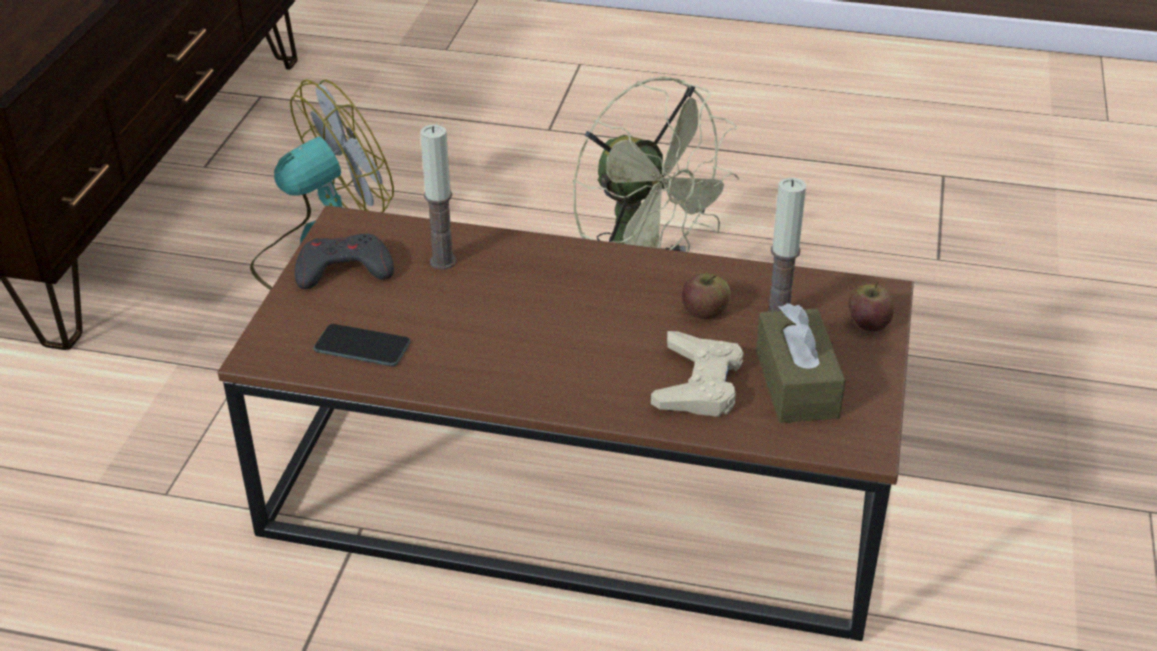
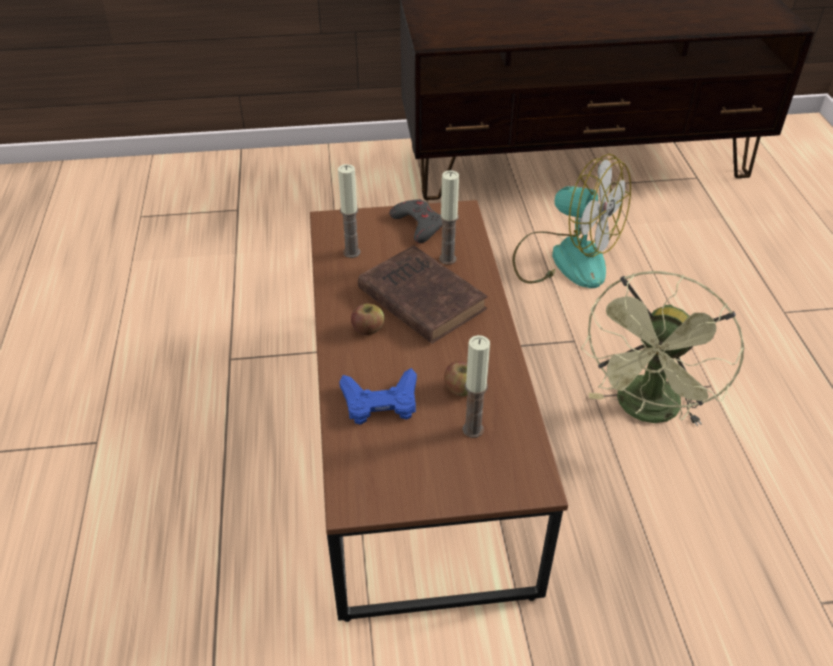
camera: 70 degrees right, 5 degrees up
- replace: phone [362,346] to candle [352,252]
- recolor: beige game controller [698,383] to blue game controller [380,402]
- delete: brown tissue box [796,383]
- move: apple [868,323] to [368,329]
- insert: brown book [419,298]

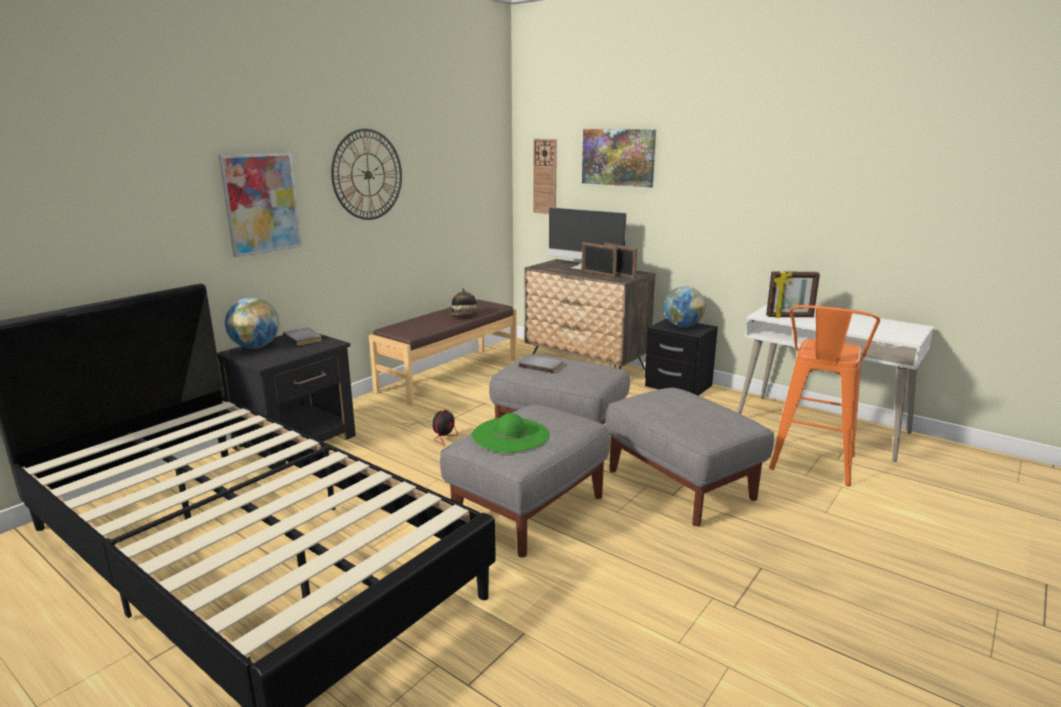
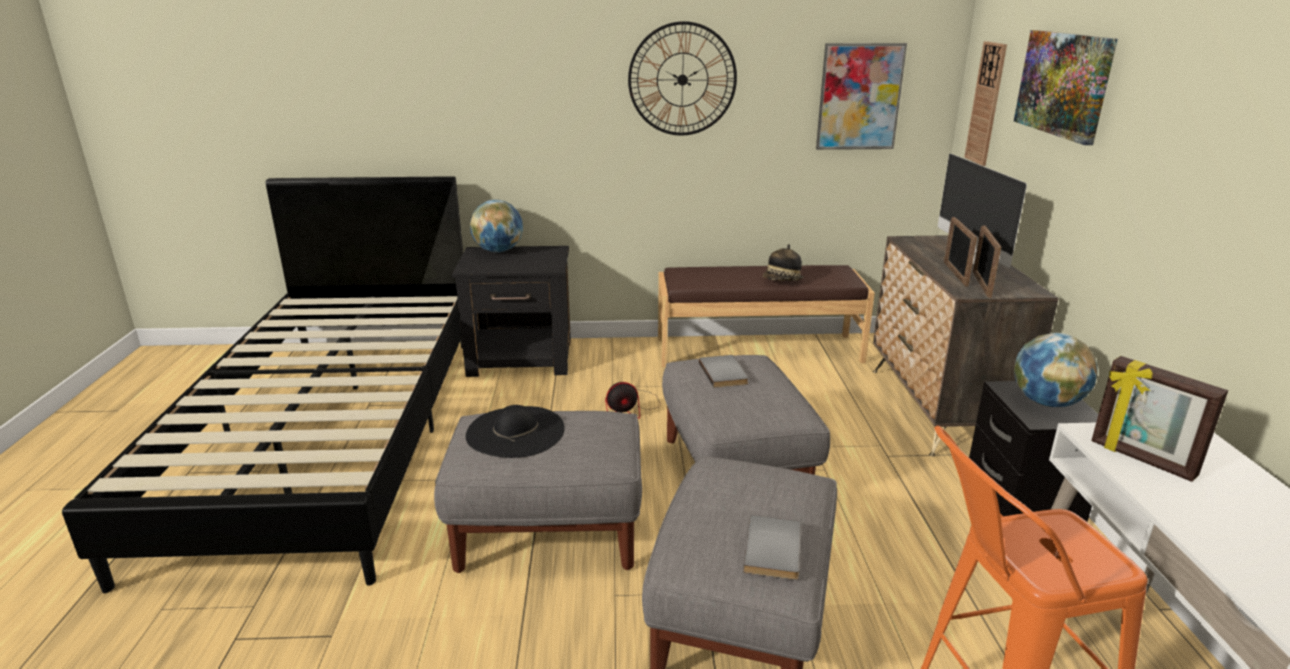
camera: 50 degrees right, 5 degrees up
- move: picture [261,203] to [859,97]
- move: grey book [304,338] to [776,550]
- recolor: green hat [510,435] to black hat [515,431]

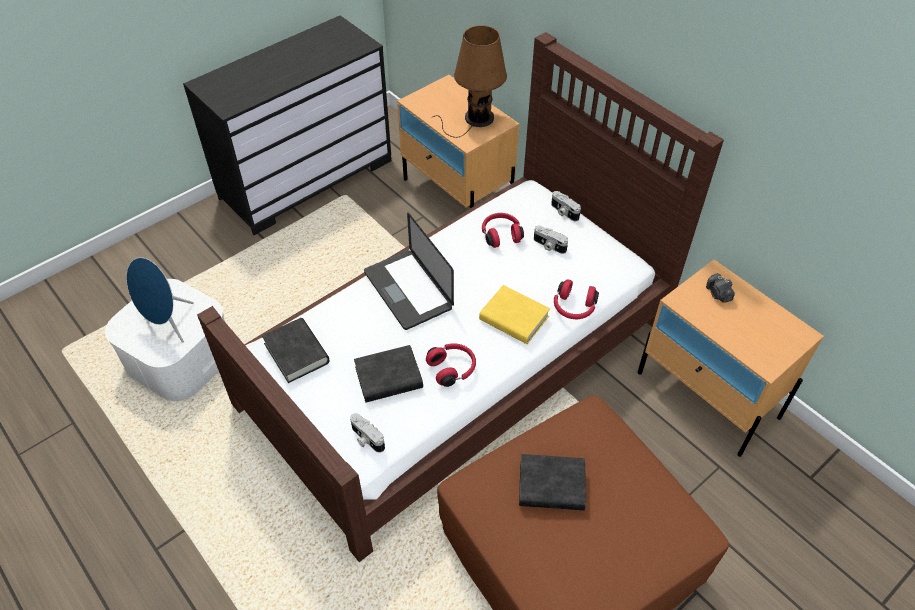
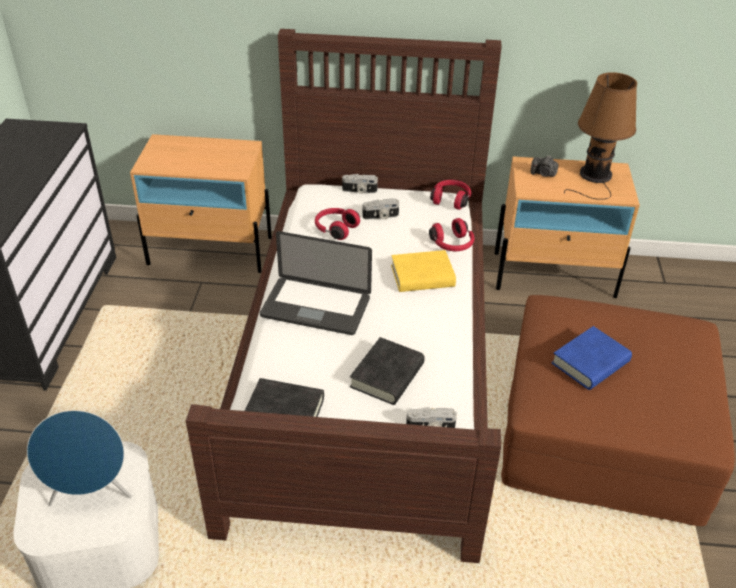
camera: 45 degrees left, 10 degrees down
- move: red headphones [452,368] to [451,200]
- move: brown table lamp [476,119] to [595,176]
- recolor: black book [551,486] to blue book [590,363]

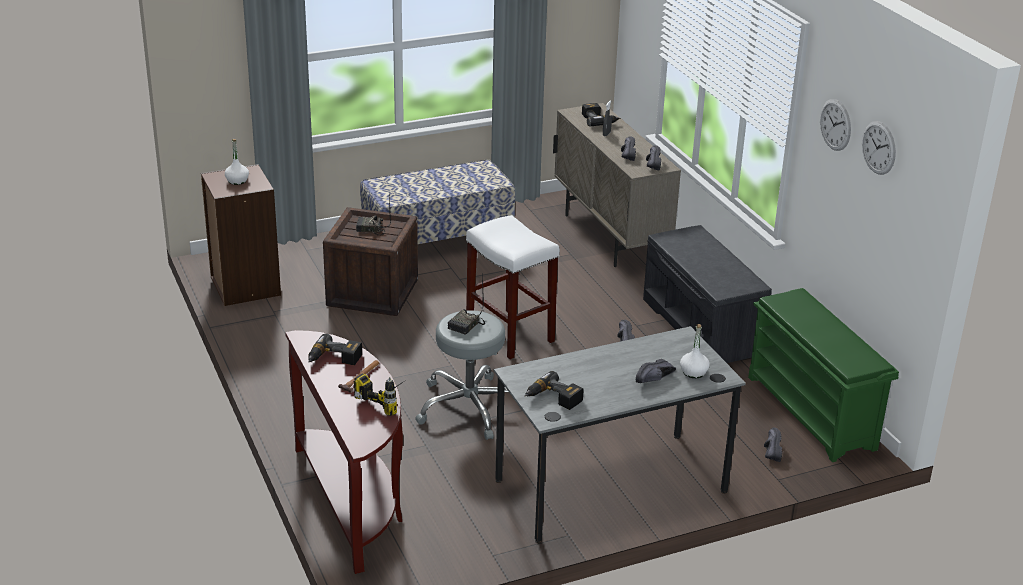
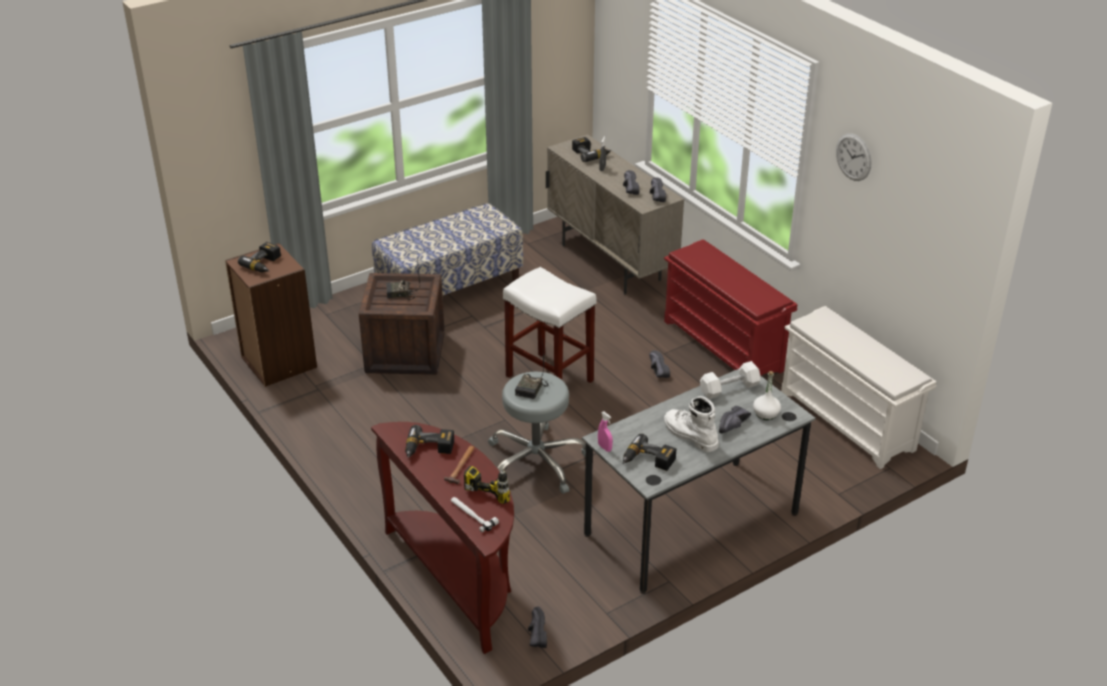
camera: 10 degrees left, 5 degrees up
- replace: white bottle [237,181] to power drill [265,264]
- replace: grey bench [702,326] to red shoe rack [724,346]
- recolor: green shoe rack [812,413] to white shoe rack [848,421]
- move: black shoe [770,450] to [535,633]
- delete: wall clock [878,147]
- insert: hammer [472,515]
- insert: pink spray bottle [604,447]
- insert: white boot [689,435]
- insert: white dumbbell [729,388]

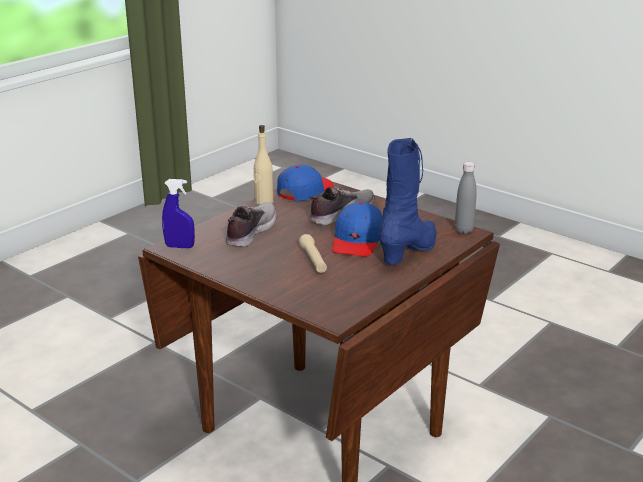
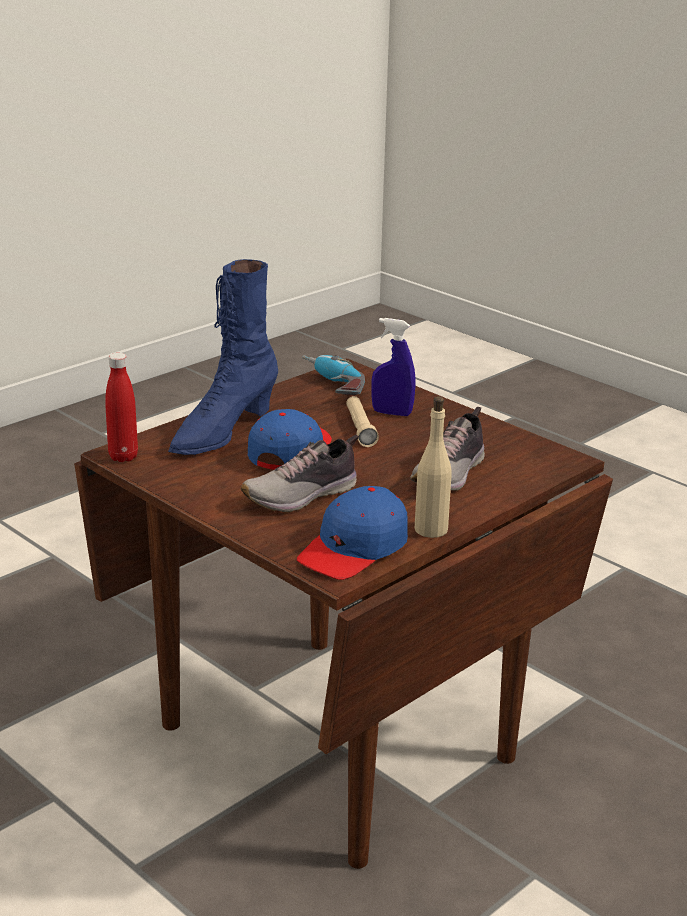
camera: 175 degrees left, 0 degrees up
- move: blue spray bottle [180,246] to [392,413]
- recolor: grey bottle [463,230] to red bottle [123,457]
- insert: power drill [331,386]

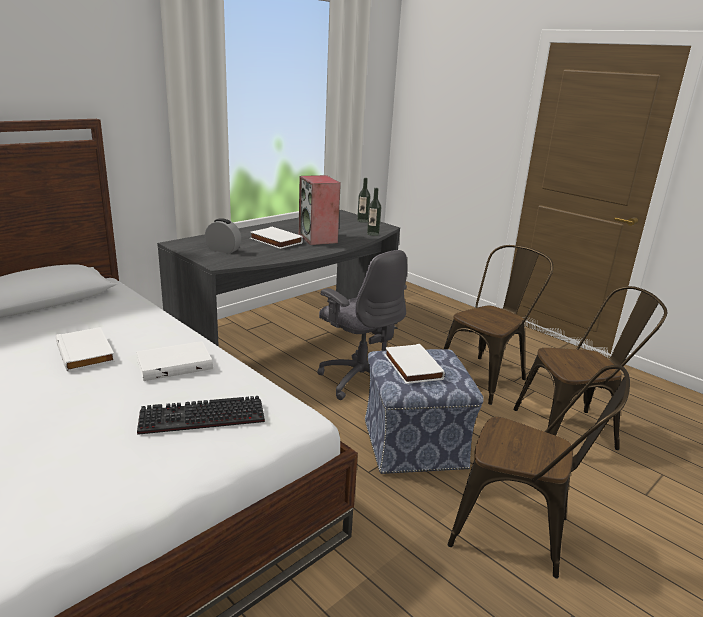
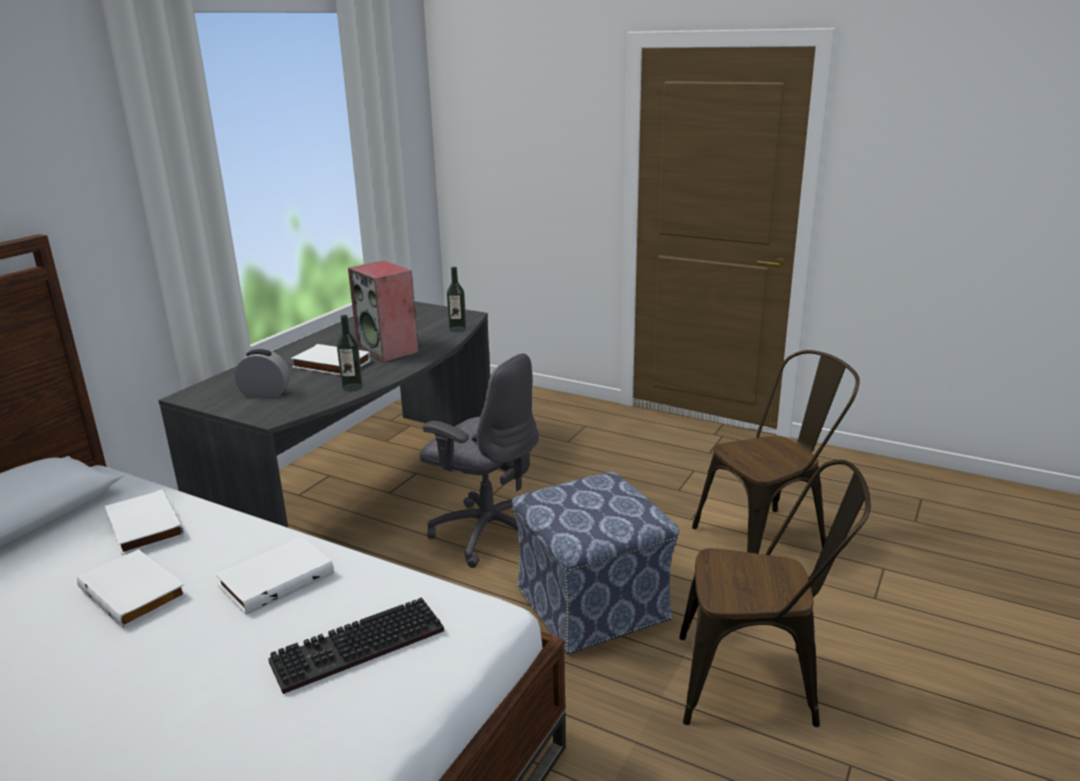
camera: 15 degrees left, 0 degrees up
- move: bottle [363,221] to [352,387]
- move: white book [411,367] to [142,527]
- delete: brown chair [486,376]

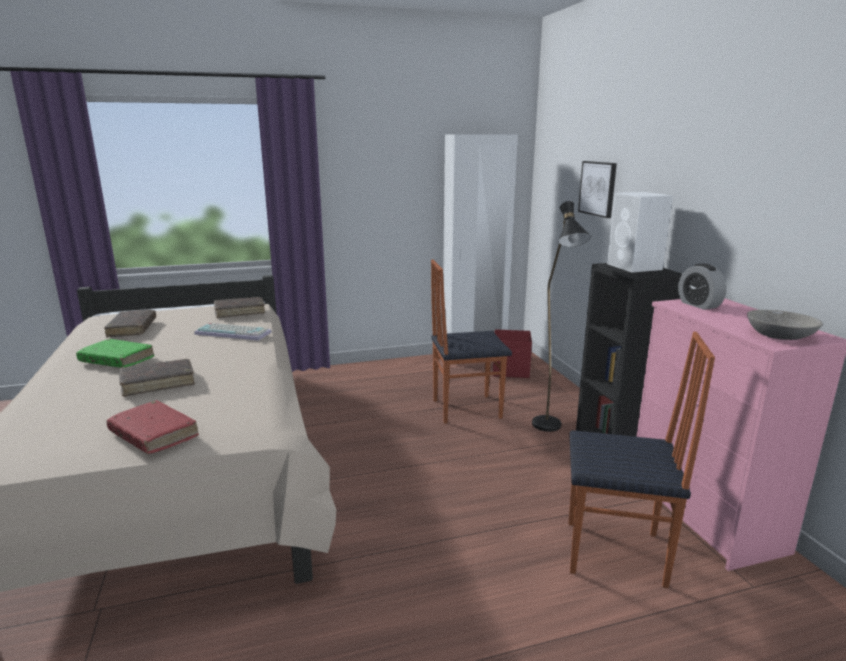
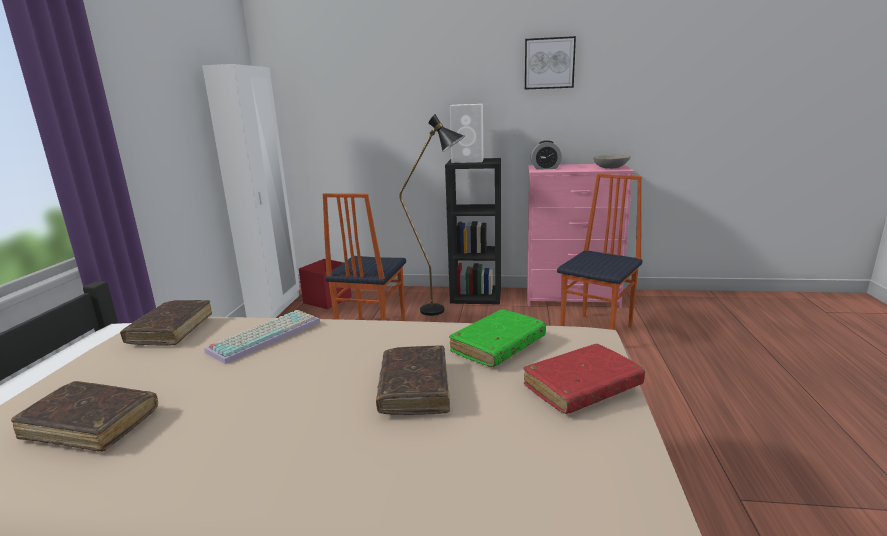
camera: 65 degrees left, 0 degrees up
- move: green book [117,360] to [498,346]
- move: picture [598,188] to [549,63]

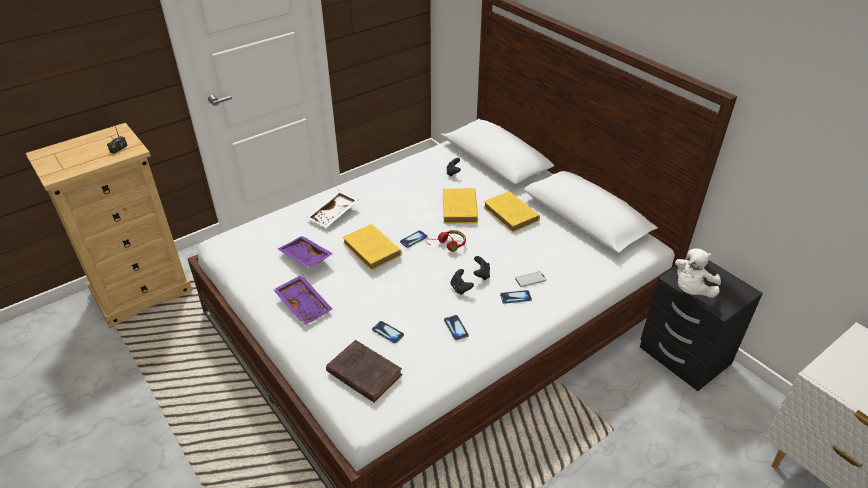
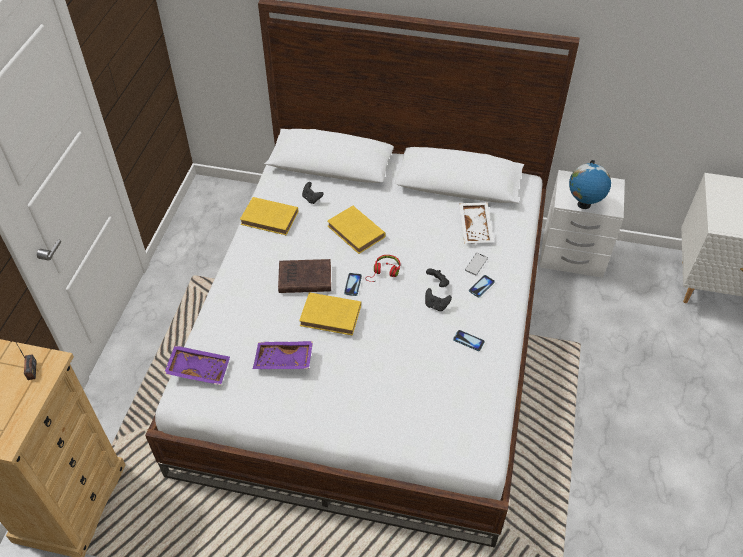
camera: 40 degrees left, 10 degrees up
- move: purple tray [304,305] to [199,368]
- move: white tray [334,214] to [476,227]
- move: brown book [363,373] to [303,279]
- delete: phone [388,332]
- move: yellow book [512,215] to [271,218]
- recolor: black nightstand [684,356] to white nightstand [572,255]
- replace: white plush toy [691,290] to globe [583,205]

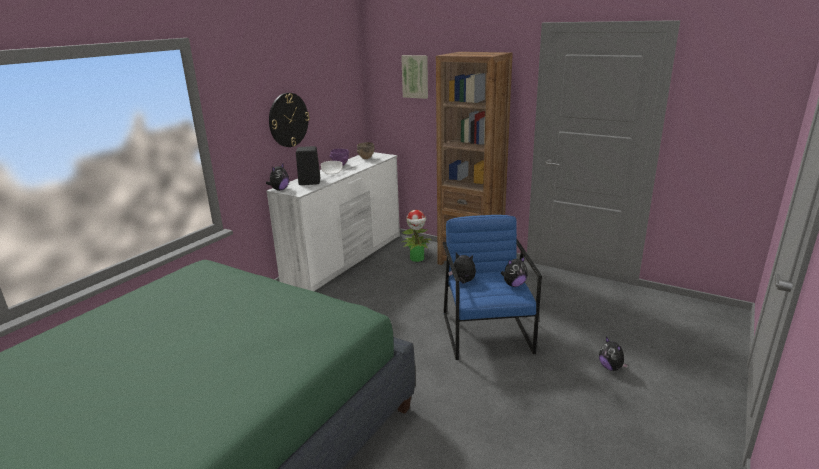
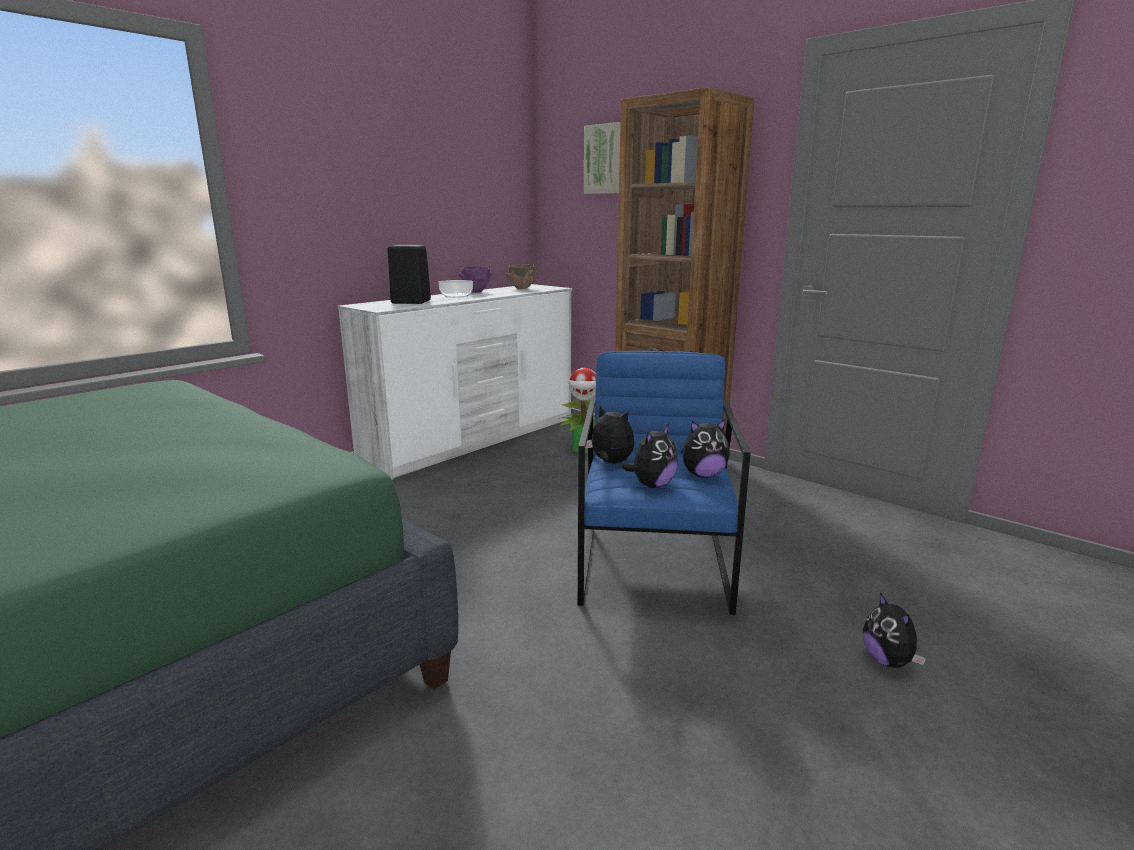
camera: 10 degrees right, 5 degrees down
- move: plush toy [279,189] to [652,485]
- delete: wall clock [288,120]

